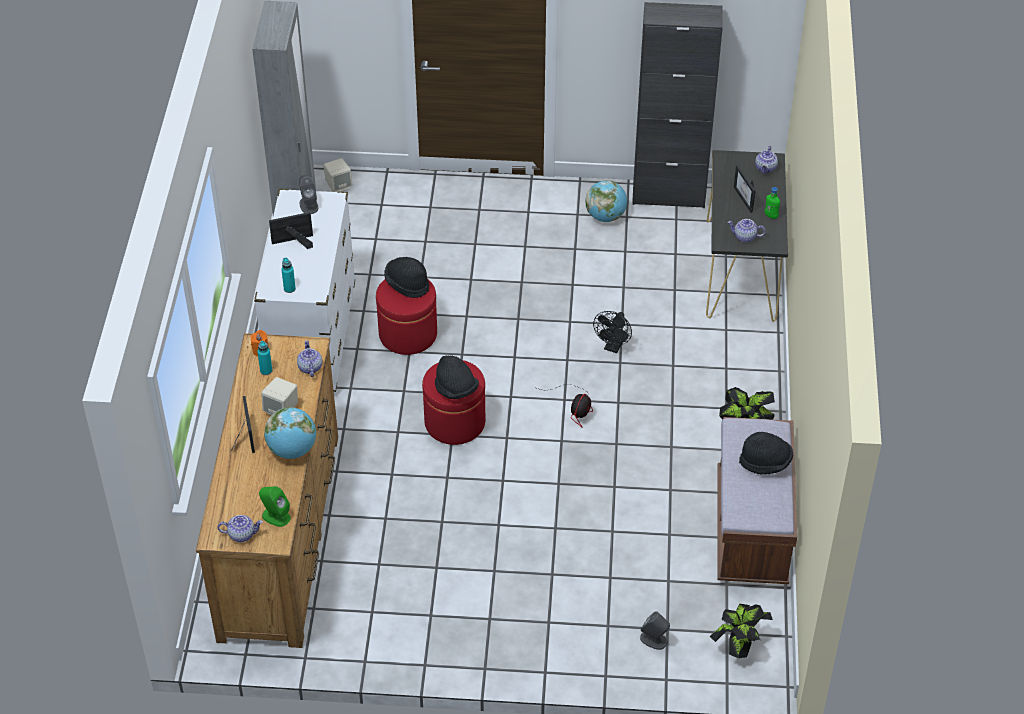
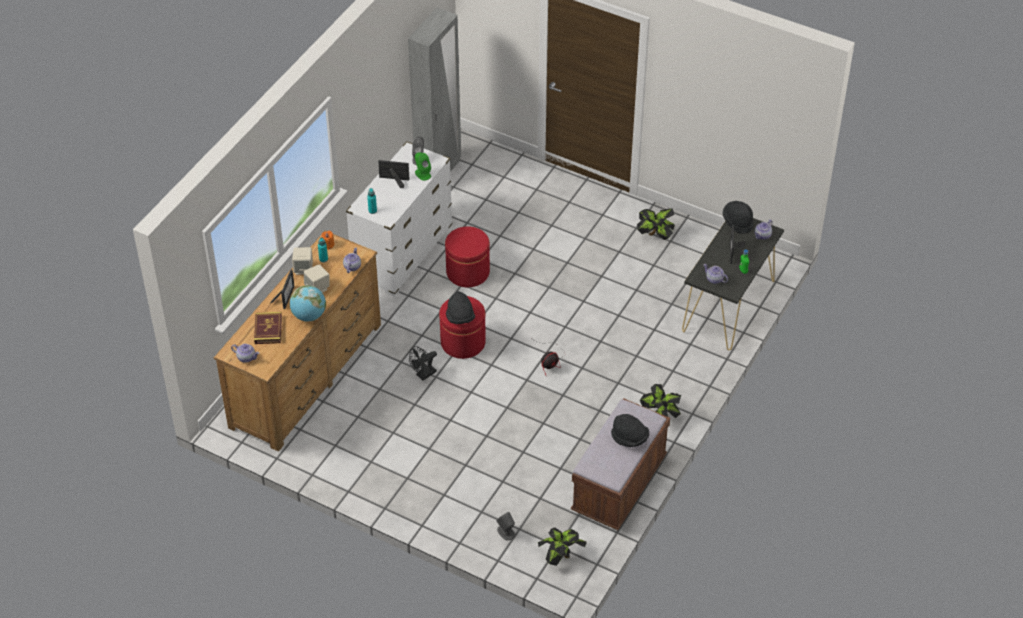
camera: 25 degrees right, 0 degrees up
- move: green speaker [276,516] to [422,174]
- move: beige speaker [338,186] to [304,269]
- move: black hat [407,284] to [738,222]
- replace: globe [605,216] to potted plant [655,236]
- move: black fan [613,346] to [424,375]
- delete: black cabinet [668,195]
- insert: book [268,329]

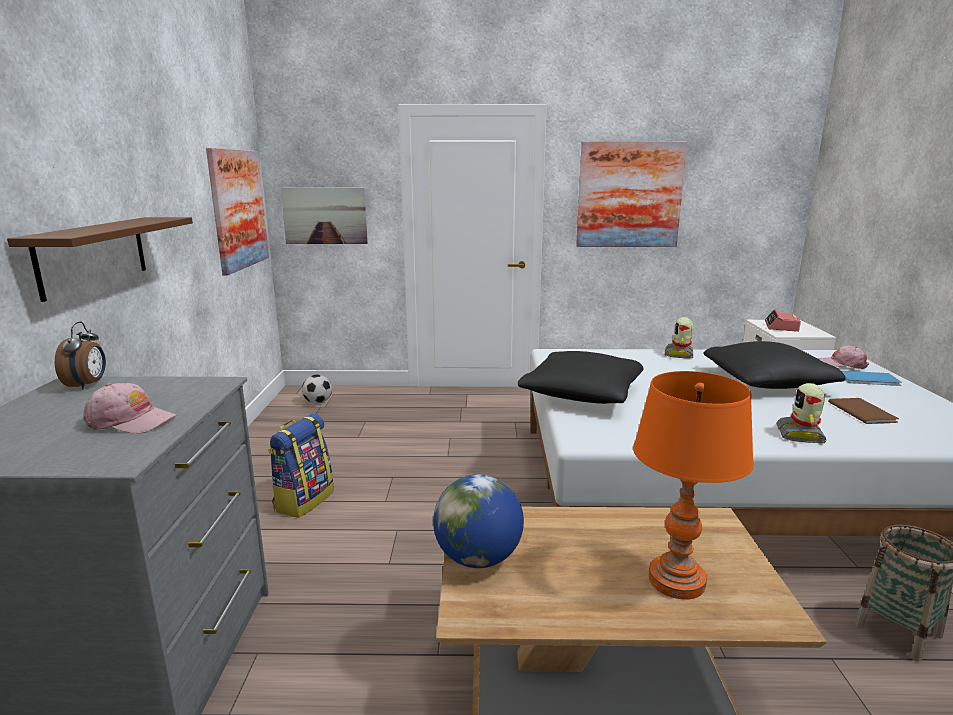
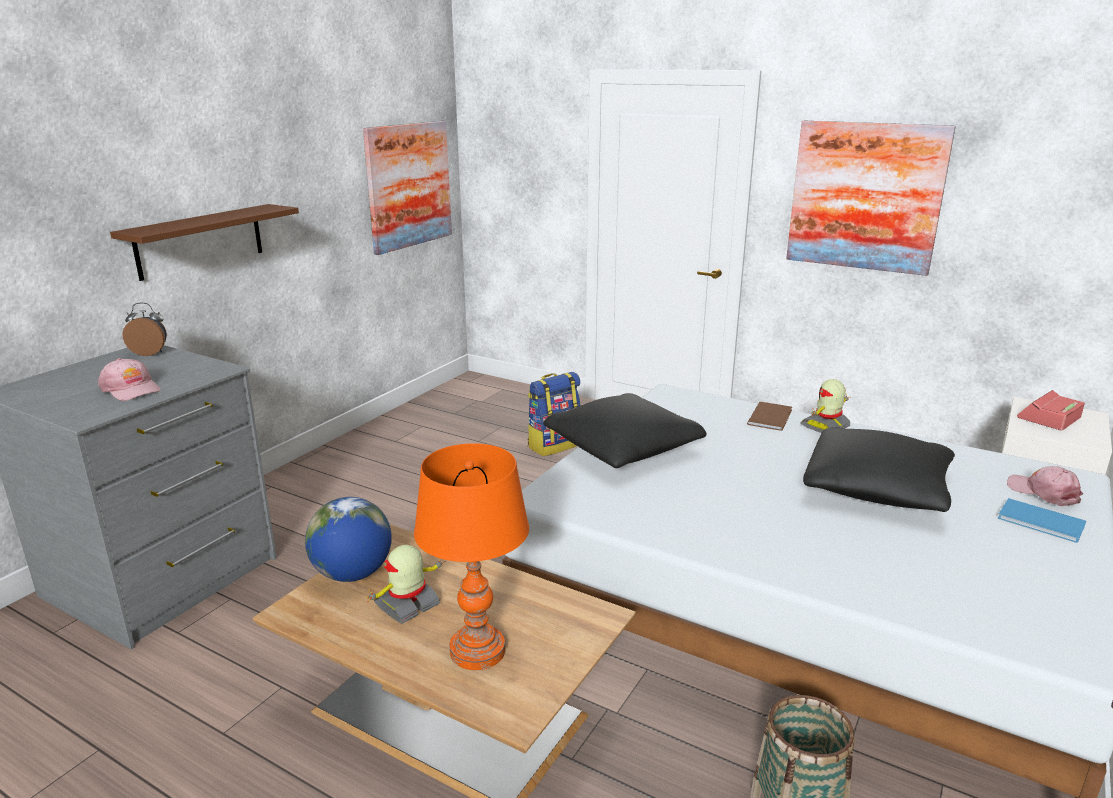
camera: 30 degrees right, 5 degrees up
- rotate: alarm clock [88,385] = [150,353] 120 degrees counterclockwise
- move: backpack [303,500] to [554,445]
- delete: picture [325,215]
- delete: football [318,402]
- move: toy robot [801,434] to [408,605]
- move: brown book [862,411] to [772,417]

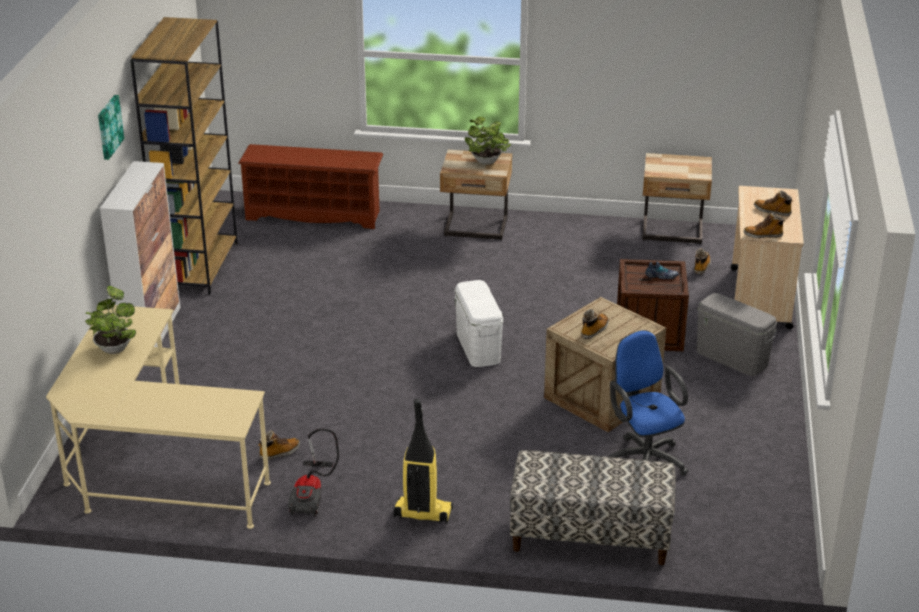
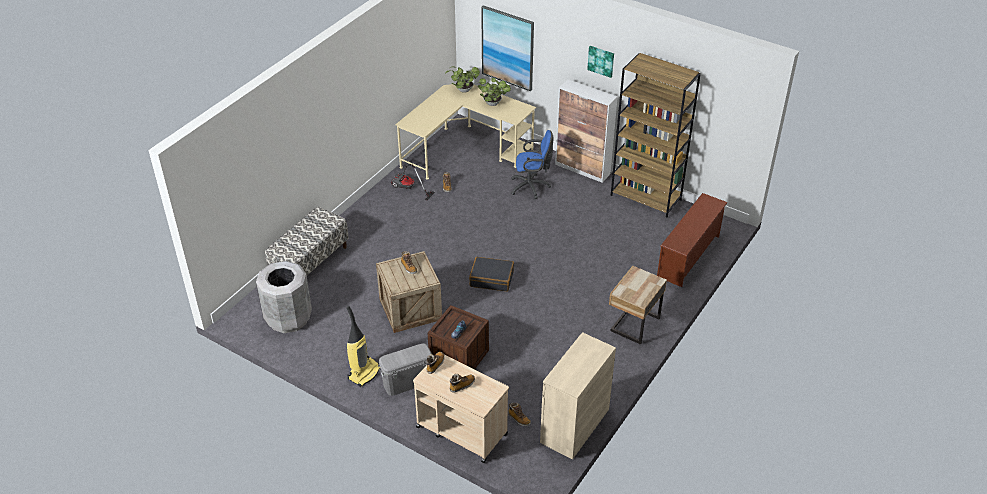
camera: 115 degrees right, 10 degrees up
- move: vacuum cleaner [422,514] to [364,373]
- replace: white storage box [478,346] to black suitcase [491,279]
- move: potted plant [487,162] to [463,90]
- move: blue office chair [644,458] to [531,187]
- replace: beige nightstand [672,232] to beige cabinet [575,426]
- insert: grey trash can [288,318]
- insert: picture [507,48]

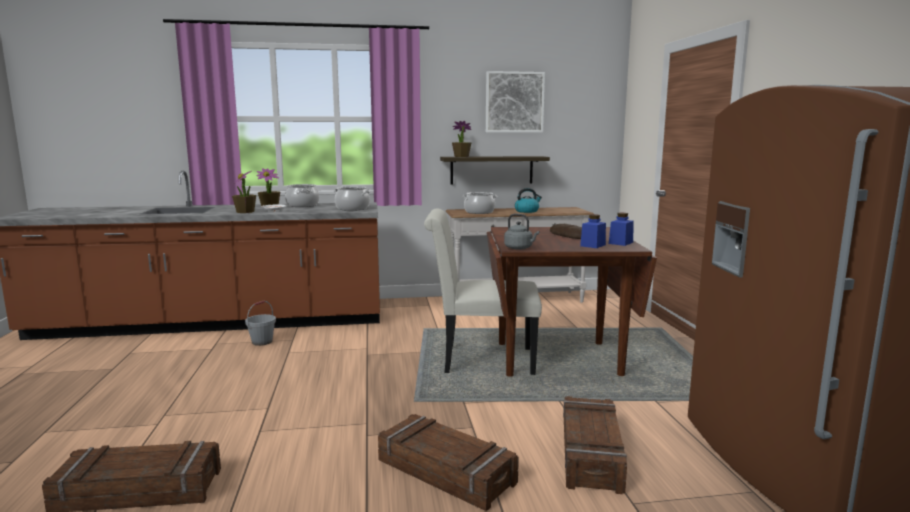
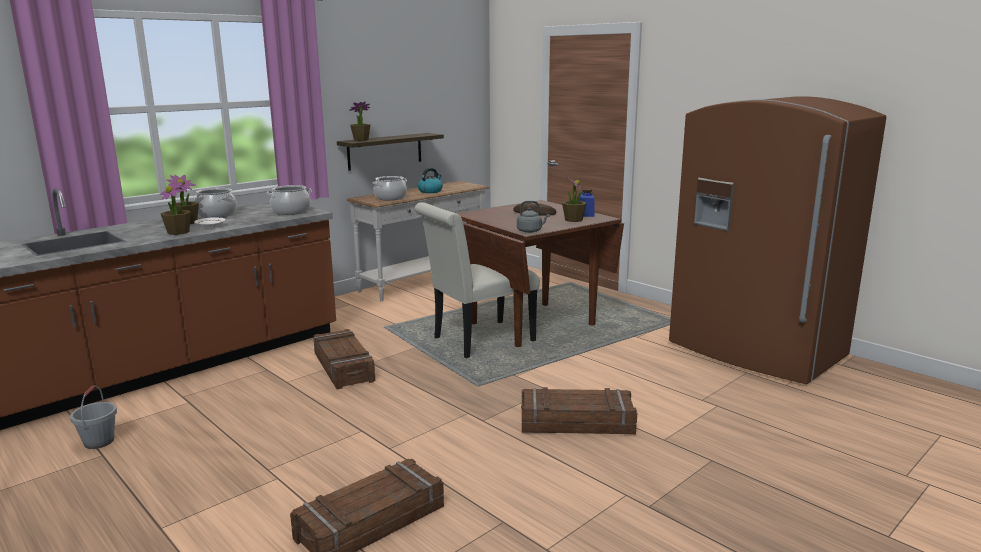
camera: 35 degrees left, 5 degrees up
- move: grey bucket [262,342] to [99,442]
- delete: picture [514,102]
- move: crate [591,453] to [344,367]
- replace: blue jar [593,245] to potted plant [573,220]

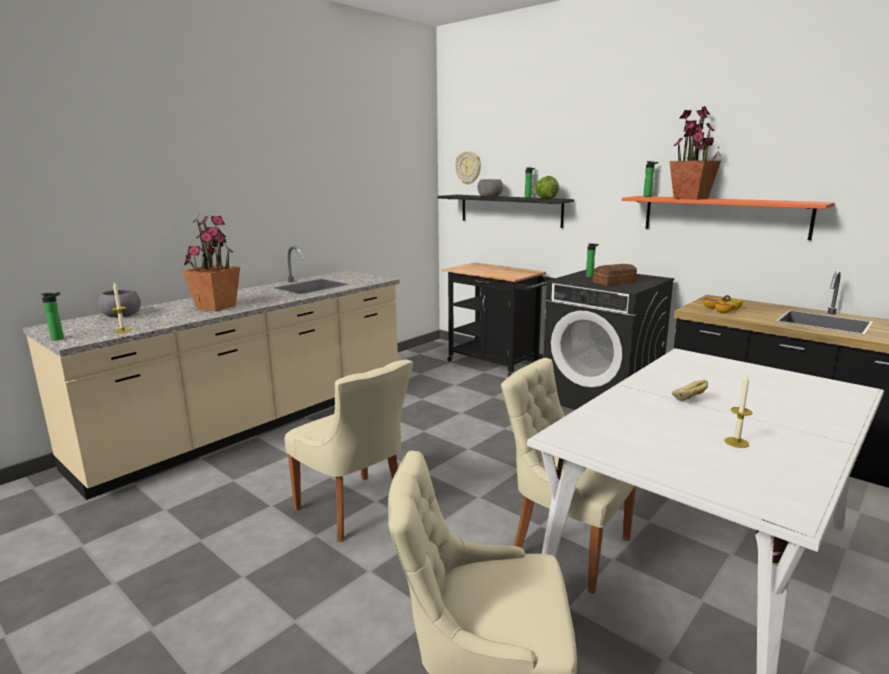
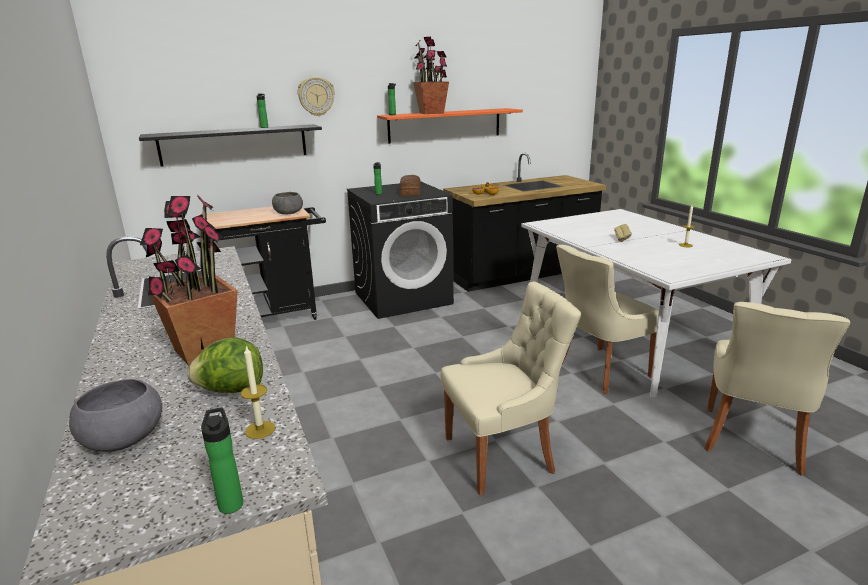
camera: 65 degrees left, 5 degrees up
- move: wall clock [468,167] to [316,96]
- move: grey bowl [489,196] to [288,213]
- move: lettuce [545,199] to [231,390]

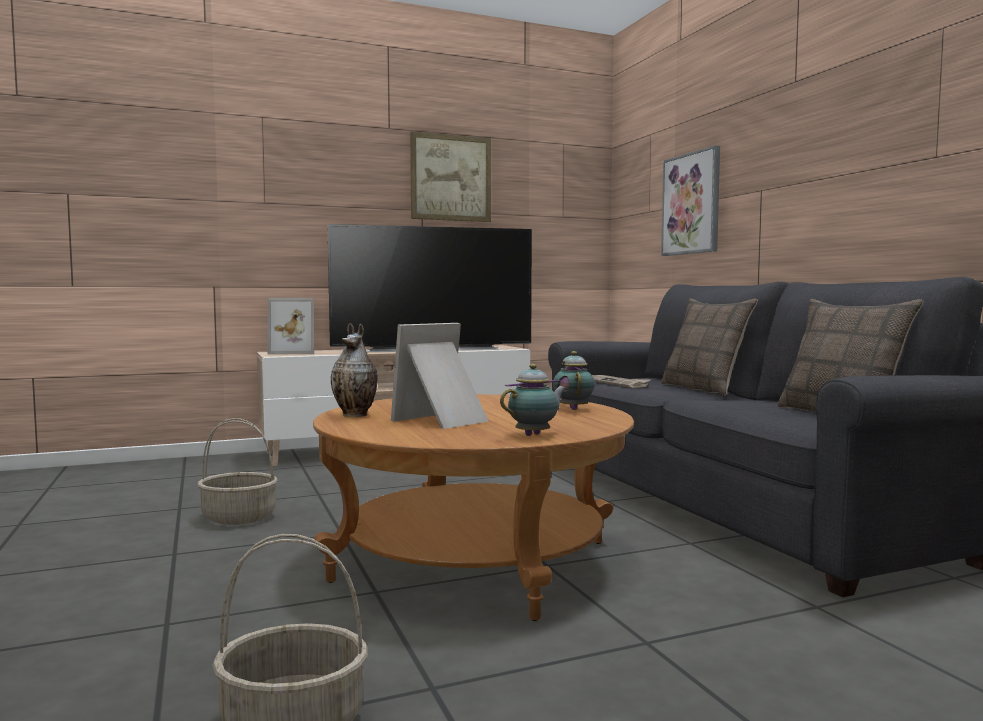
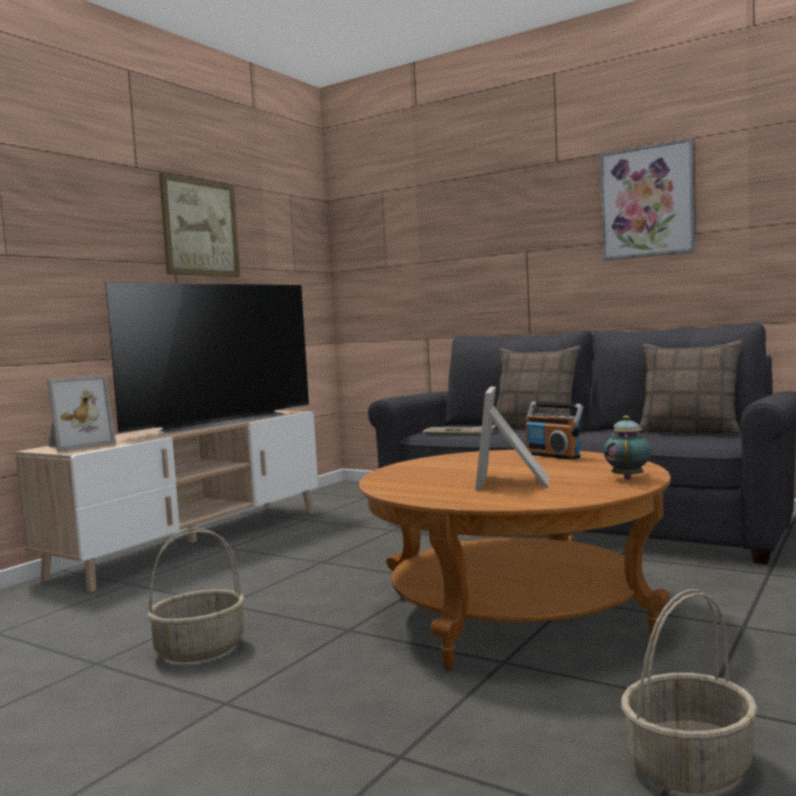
camera: 35 degrees left, 0 degrees up
- delete: vase [356,415]
- replace: teapot [573,408] to radio [553,455]
- move: picture [691,204] to [647,202]

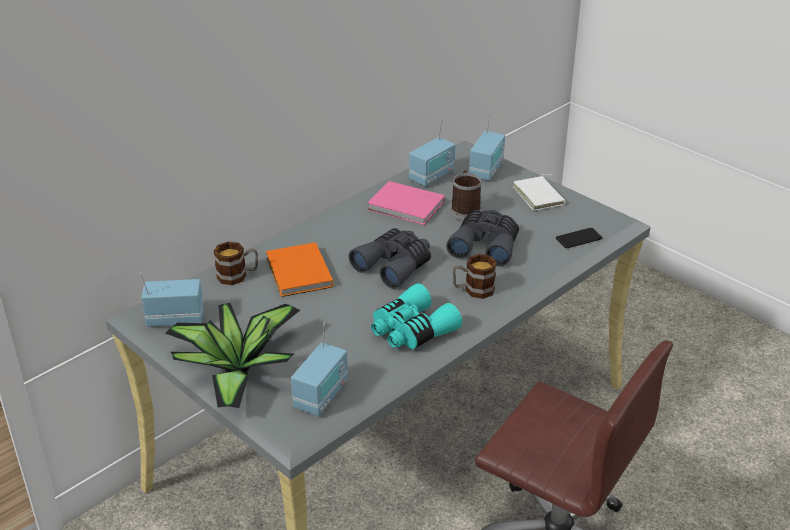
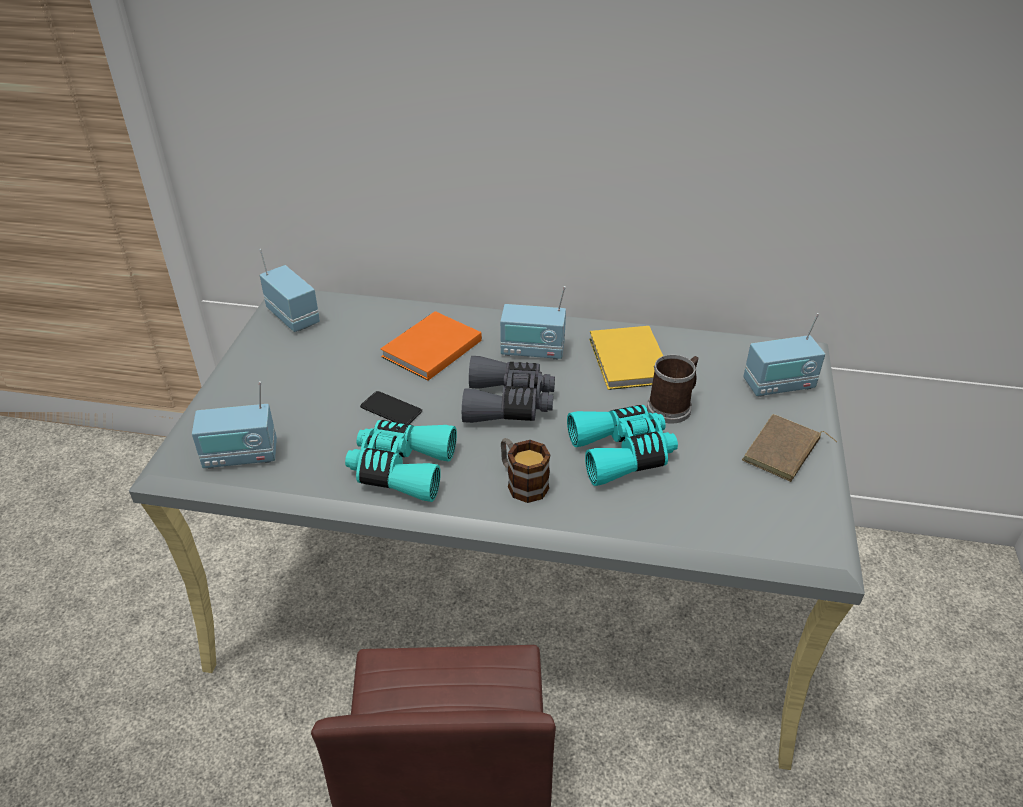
camera: 55 degrees right, 5 degrees up
- delete: potted plant [236,370]
- delete: mug [238,275]
- recolor: pink book [407,207] to yellow book [628,362]
- move: radio [432,176] to [532,351]
- recolor: grey binoculars [485,245] to turquoise binoculars [622,453]
- recolor: white book [540,196] to brown book [783,452]
- move: phone [578,239] to [391,409]

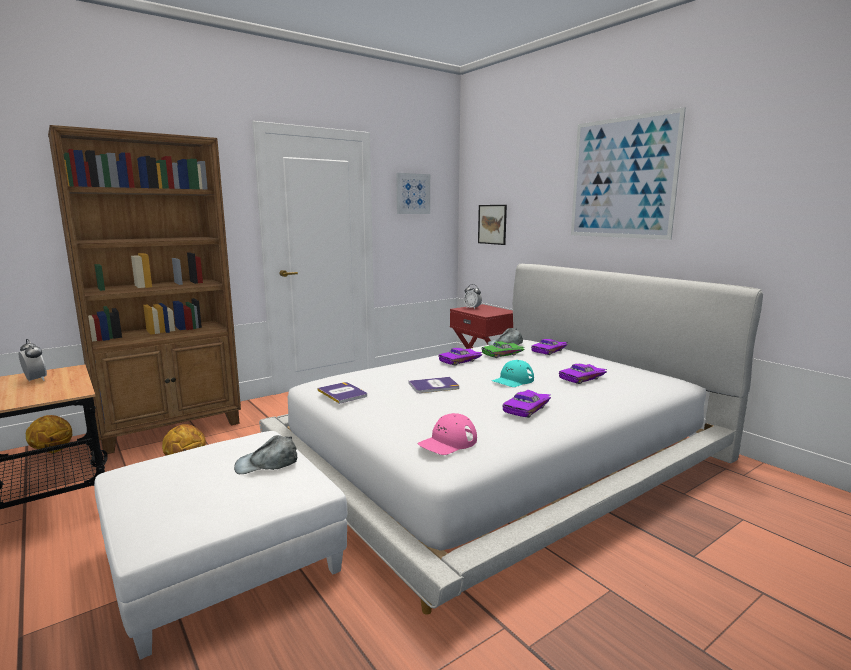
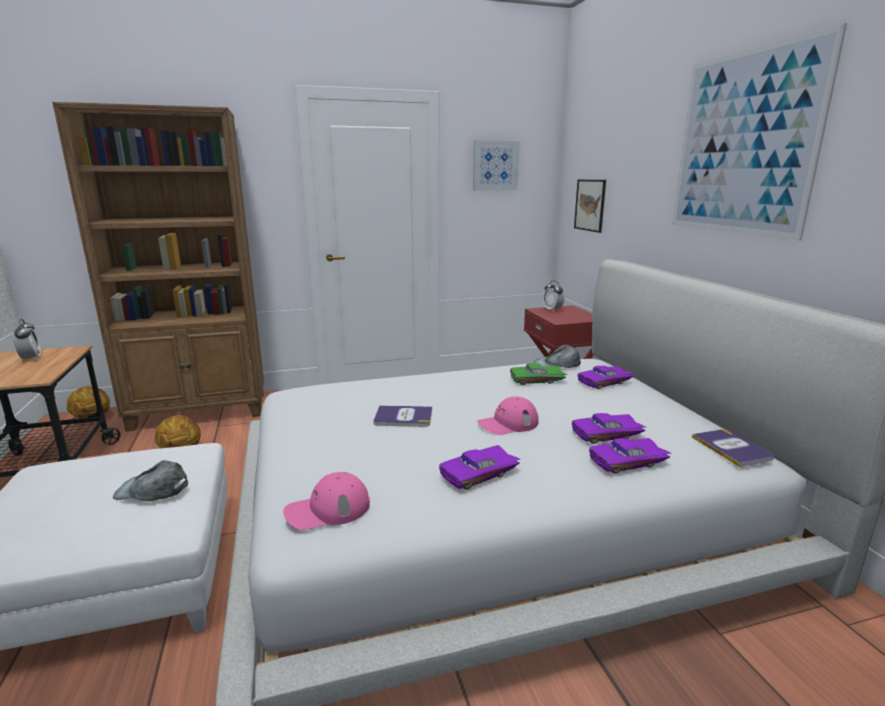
camera: 20 degrees right, 5 degrees up
- move: book [342,393] to [732,448]
- move: purple toy car [461,361] to [629,463]
- recolor: turquoise cap [513,380] to pink cap [508,423]

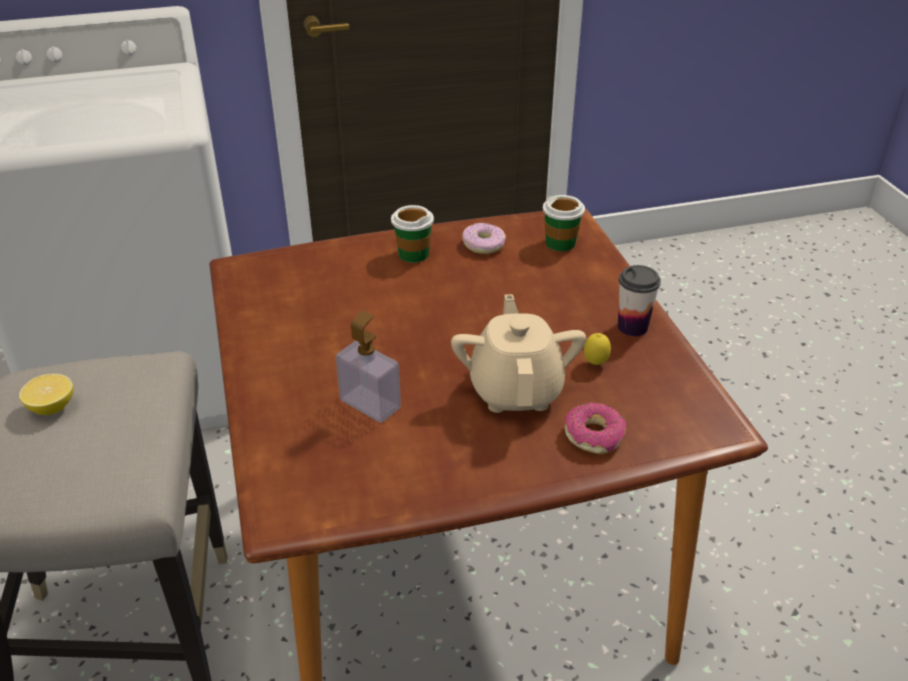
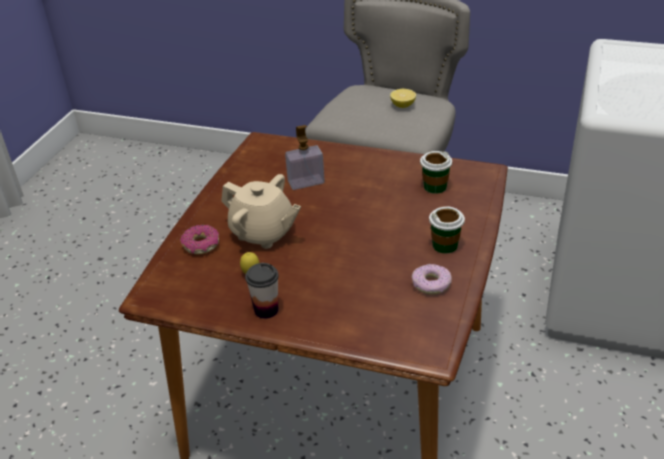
camera: 125 degrees right, 0 degrees up
- move: cup [560,243] to [434,187]

